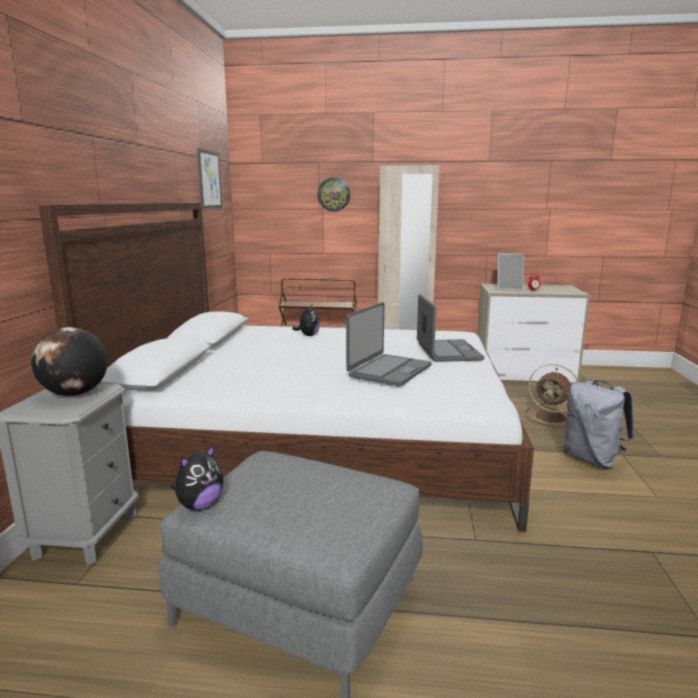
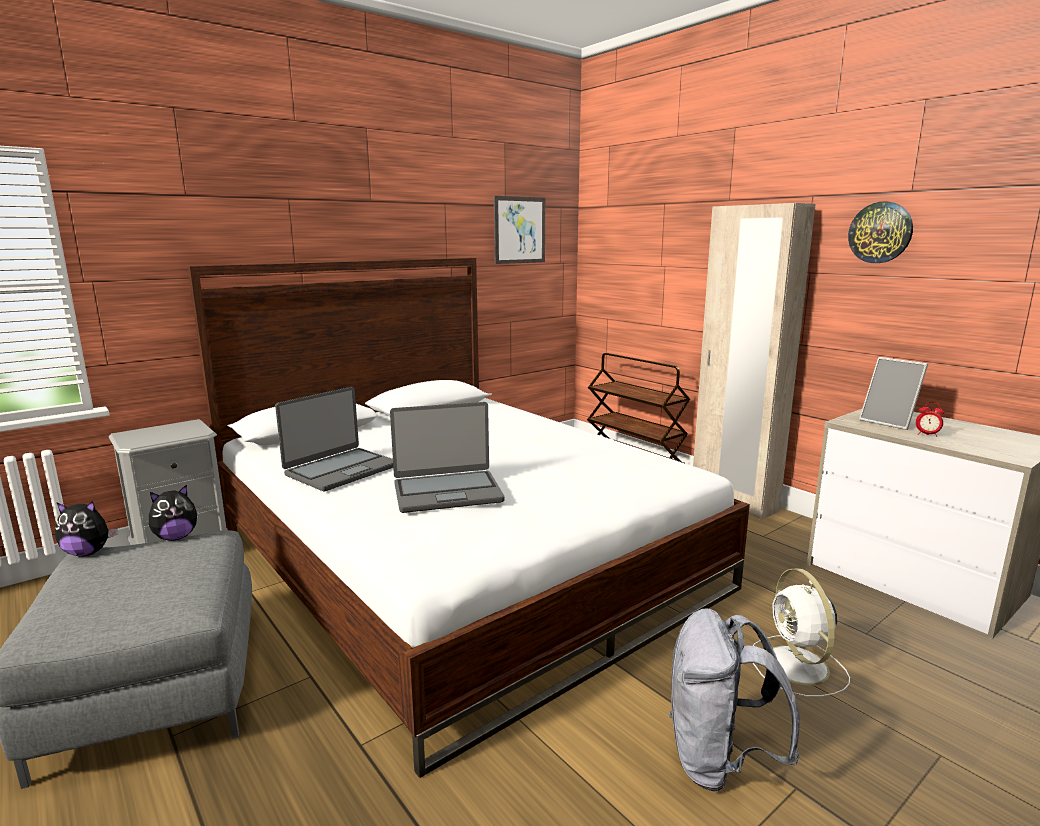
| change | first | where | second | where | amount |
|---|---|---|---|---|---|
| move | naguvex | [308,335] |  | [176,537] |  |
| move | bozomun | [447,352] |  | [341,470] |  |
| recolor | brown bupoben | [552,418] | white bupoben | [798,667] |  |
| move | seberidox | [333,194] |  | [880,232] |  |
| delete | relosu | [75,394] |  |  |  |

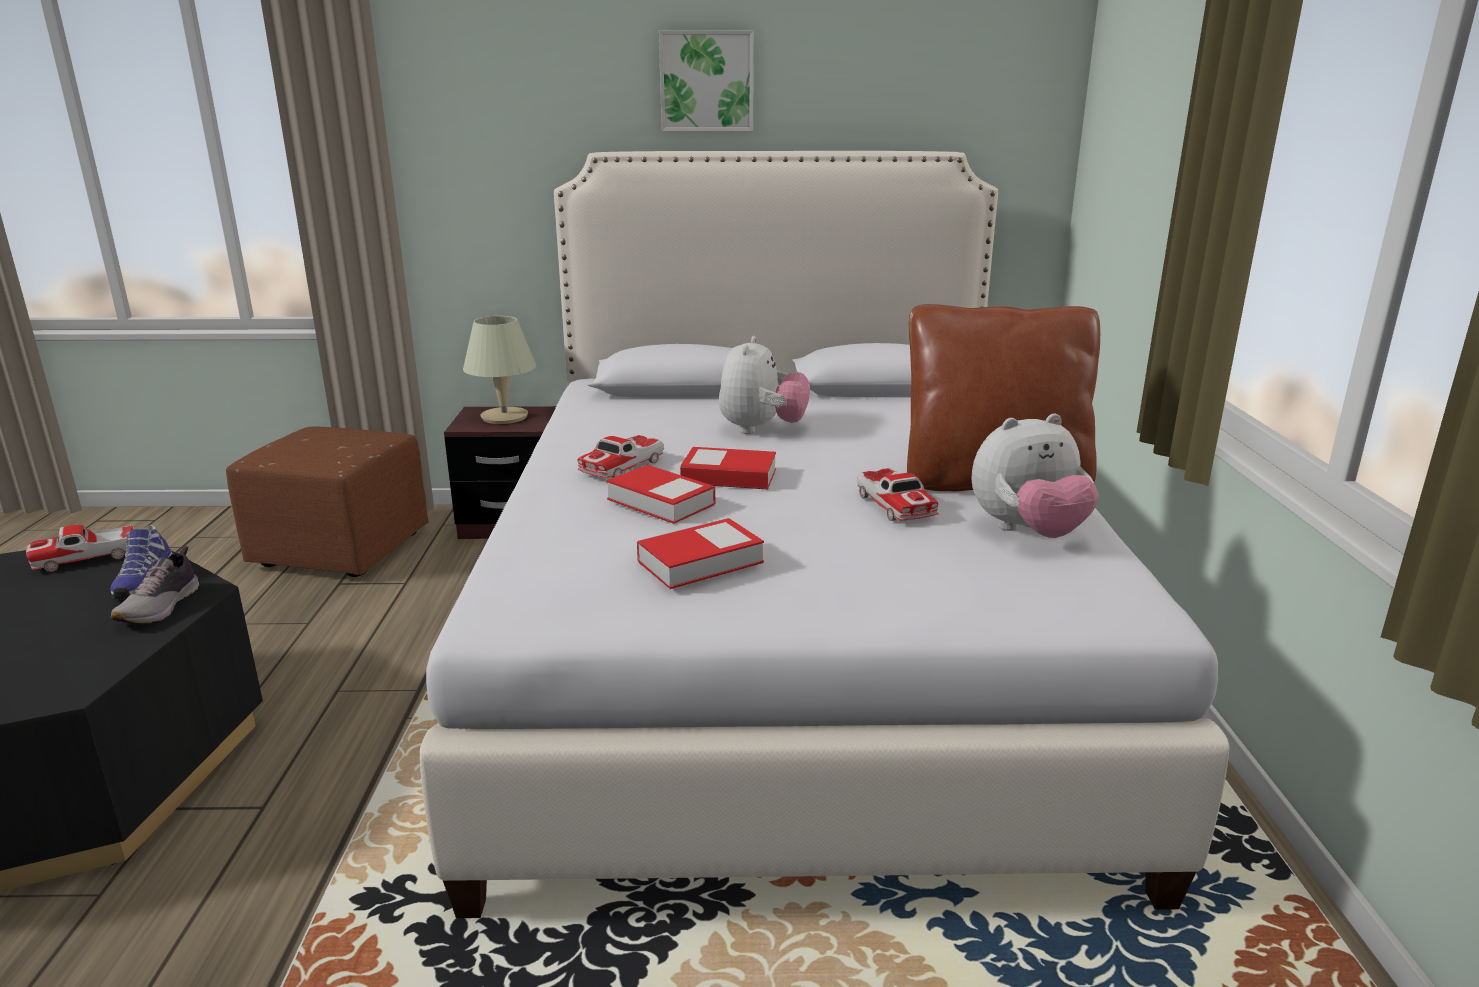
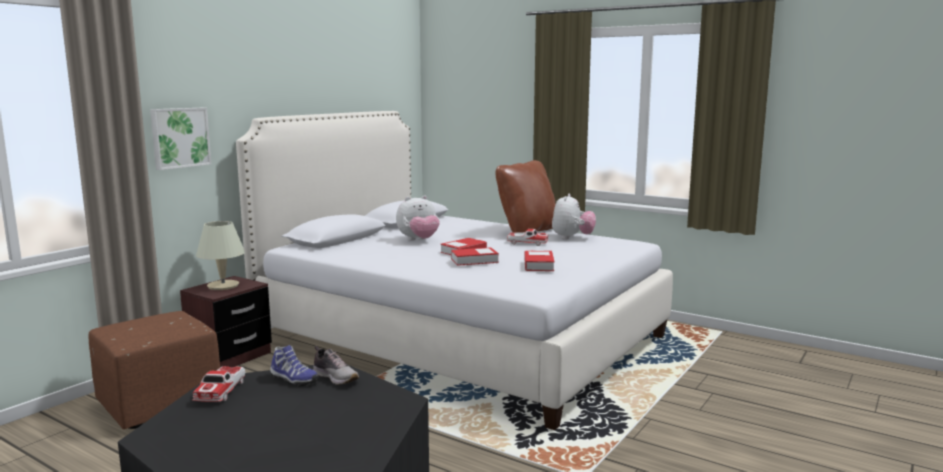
| change | first | where | second | where | amount |
|---|---|---|---|---|---|
| move | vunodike | [707,81] |  | [179,137] |  |
| rotate | naguvex | [761,429] |  | [418,240] | 105 degrees clockwise |
| delete | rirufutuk | [622,466] |  |  |  |

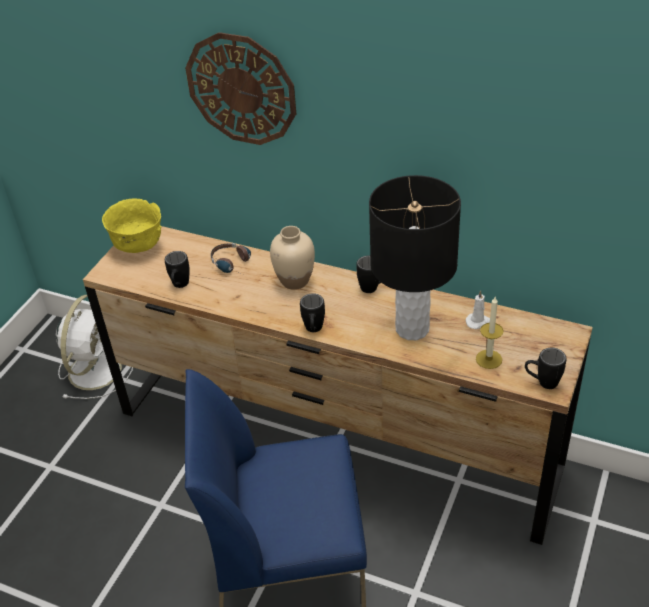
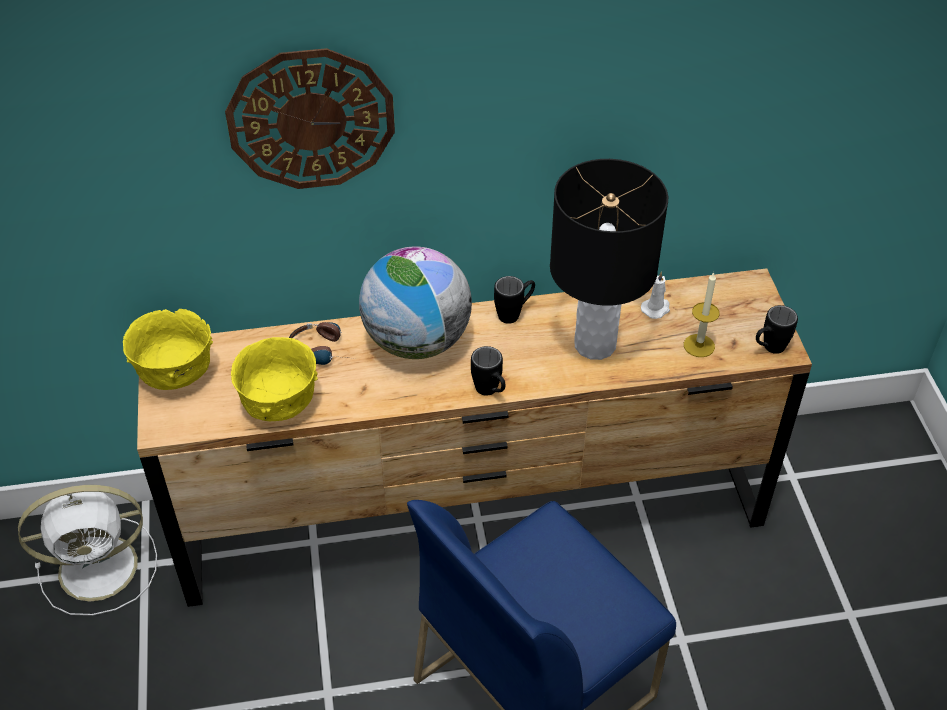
| change | first | where | second | where | amount |
|---|---|---|---|---|---|
| rotate | white bupoben | [96,368] |  | [102,566] | 90 degrees clockwise |
| replace | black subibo | [179,286] | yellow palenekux | [279,405] |  |
| replace | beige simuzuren | [295,281] | relosu | [417,341] |  |

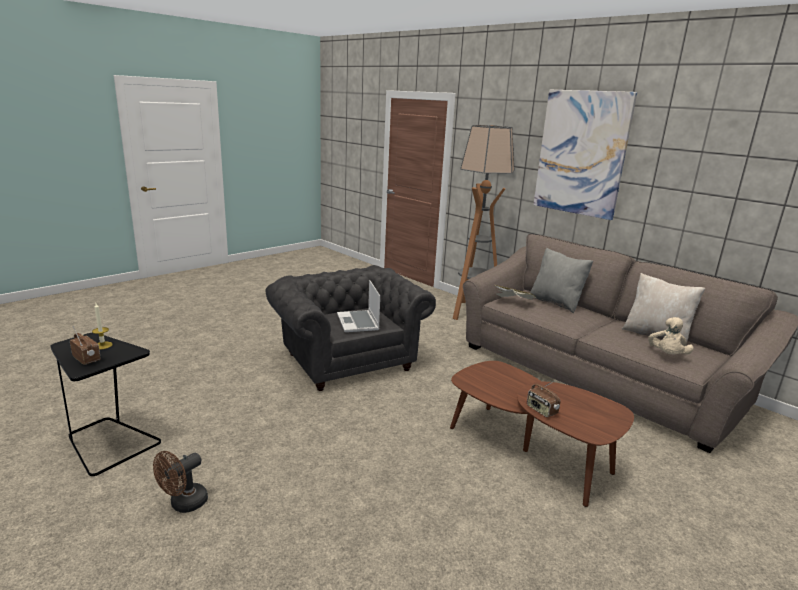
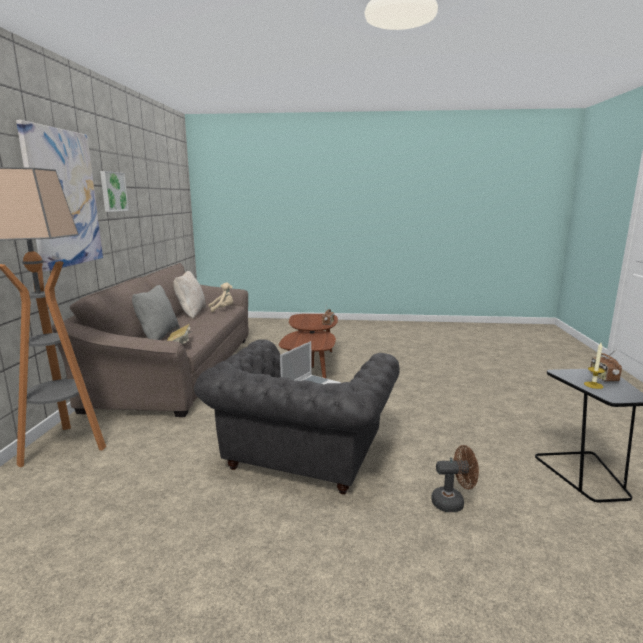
| change | first | where | second | where | amount |
|---|---|---|---|---|---|
| insert |  |  | vunodike | [112,191] |  |
| move | brown bupoben | [184,504] |  | [453,502] |  |

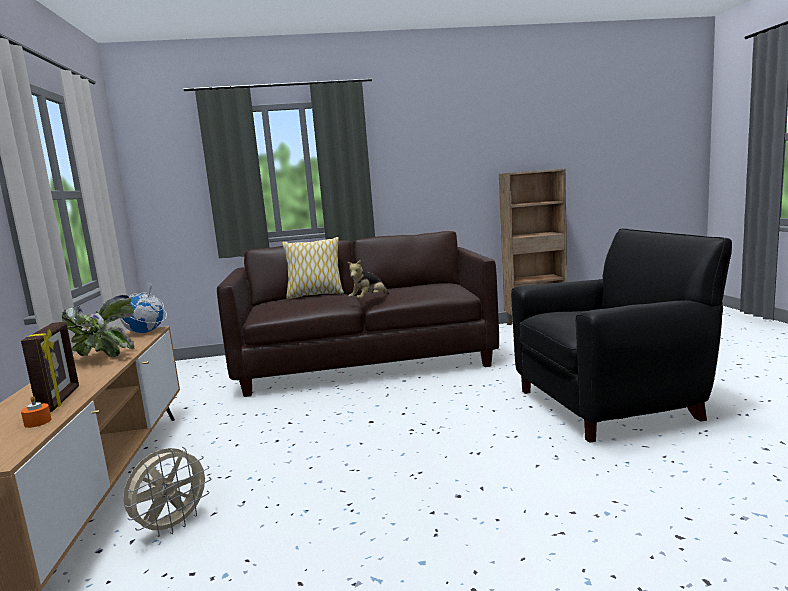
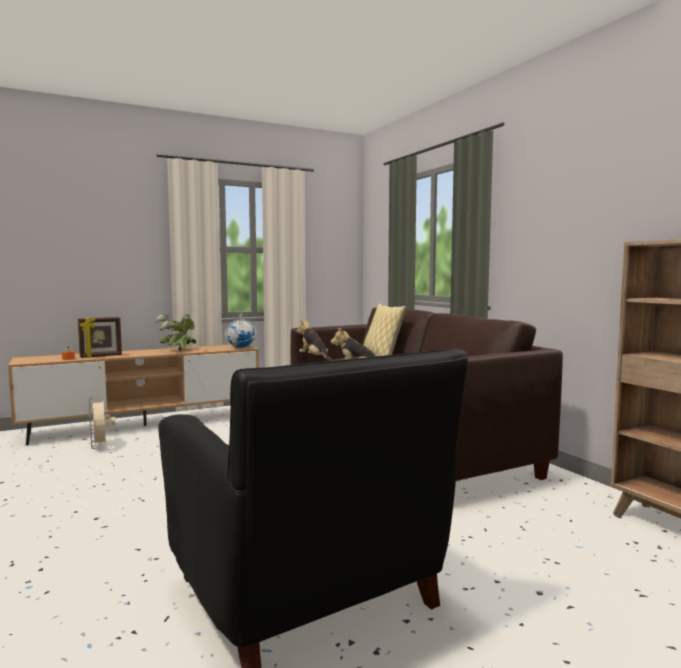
| change | first | where | second | where | amount |
|---|---|---|---|---|---|
| rotate | beige bupoben | [172,526] |  | [100,447] | 45 degrees clockwise |
| insert |  |  | naguvex | [314,358] |  |

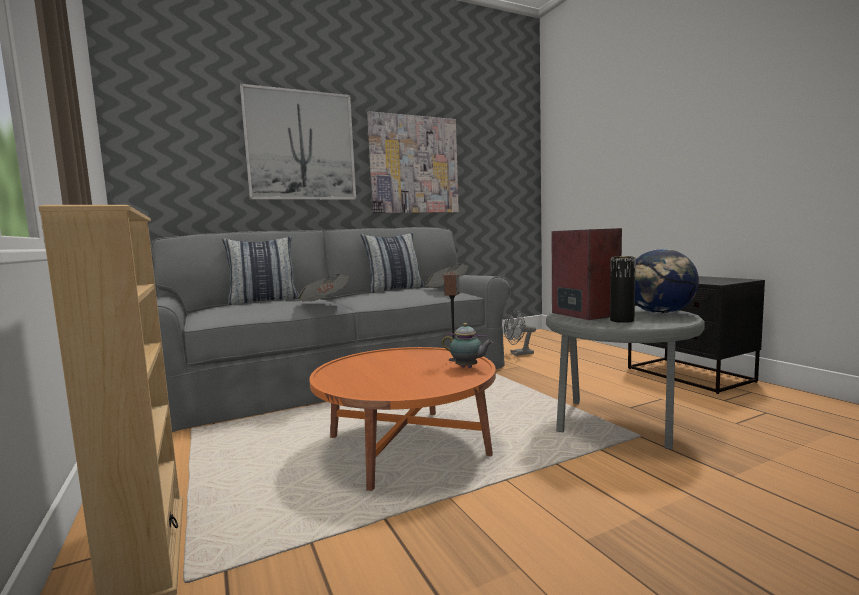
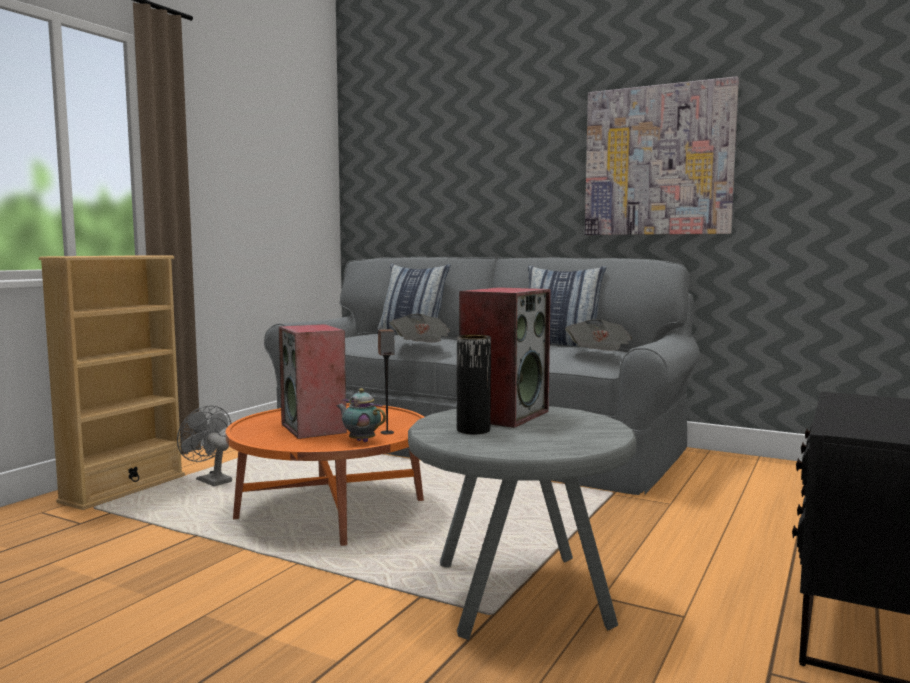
| change | first | where | second | where | amount |
|---|---|---|---|---|---|
| move | grey bupoben | [518,354] |  | [210,480] |  |
| insert |  |  | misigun | [314,428] |  |
| rotate | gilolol | [468,368] |  | [361,441] | 135 degrees clockwise |
| delete | vunodike | [301,146] |  |  |  |
| delete | relosu | [660,313] |  |  |  |

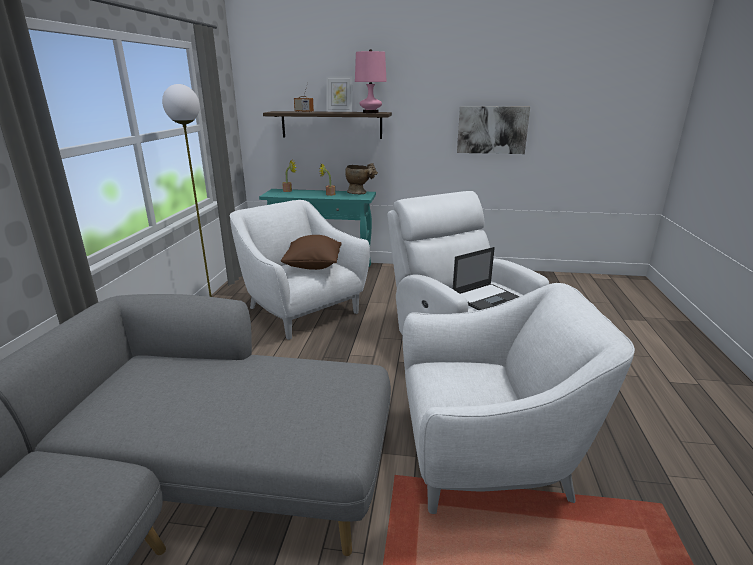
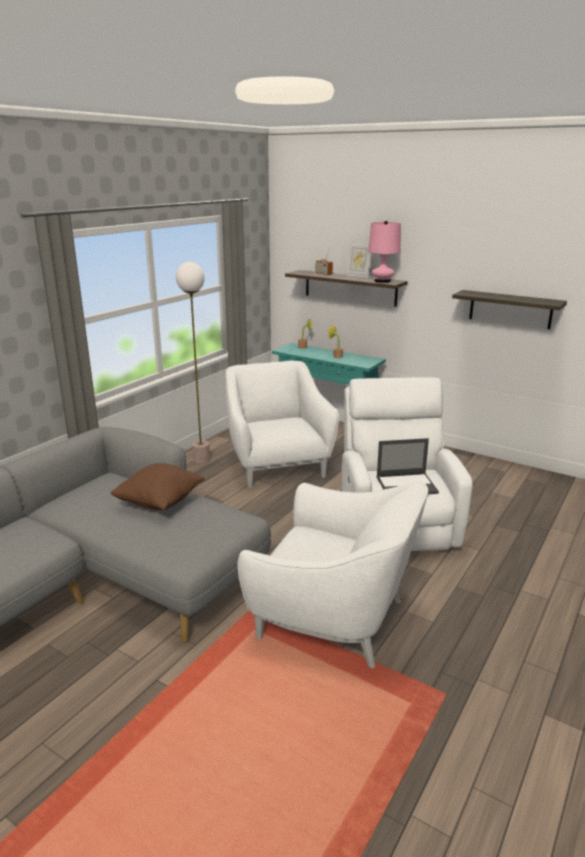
| change | first | where | second | where | amount |
|---|---|---|---|---|---|
| move | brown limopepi | [313,266] |  | [160,502] |  |
| replace | vunodike | [492,130] | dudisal | [510,309] |  |
| delete | beige simuzuren | [360,193] |  |  |  |

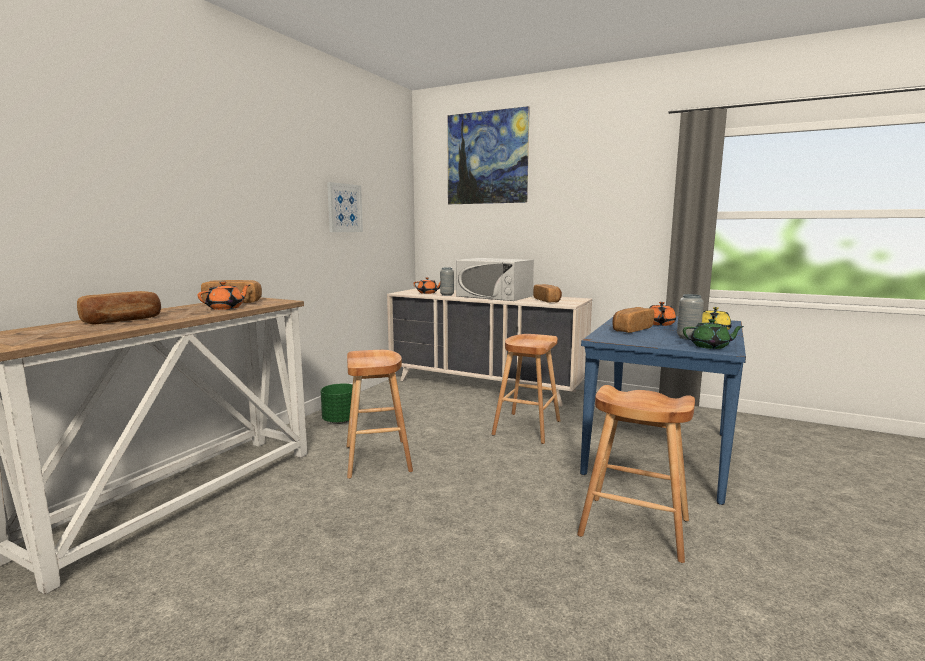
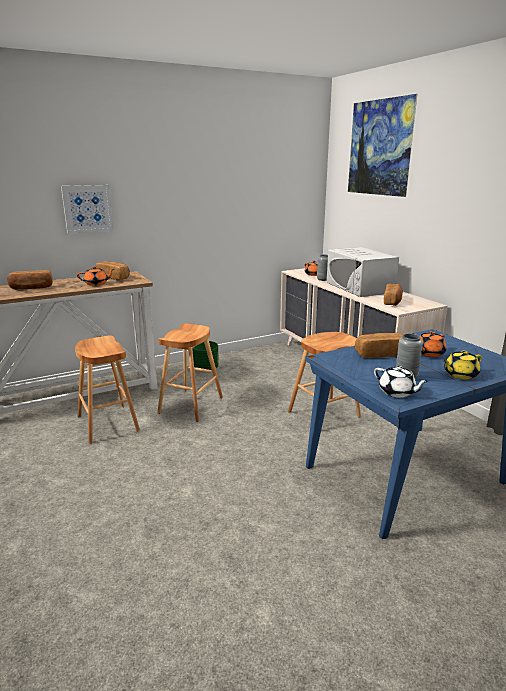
| change | first | where | second | where | amount |
|---|---|---|---|---|---|
| move | vunodike | [344,208] |  | [87,208] |  |
| move | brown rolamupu | [634,528] |  | [108,423] |  |
| recolor | green gilolol | [710,346] | white gilolol | [397,392] |  |

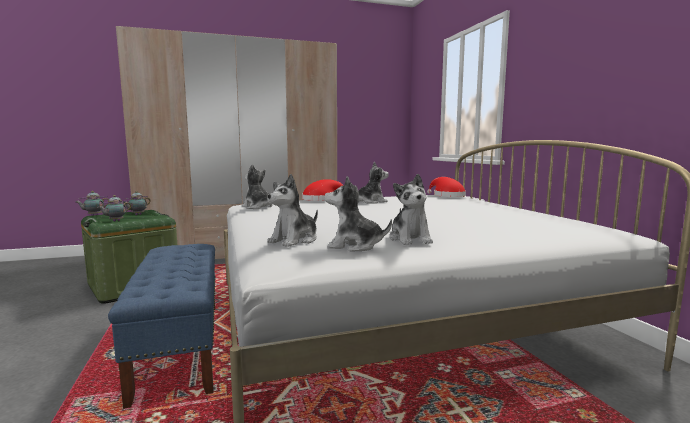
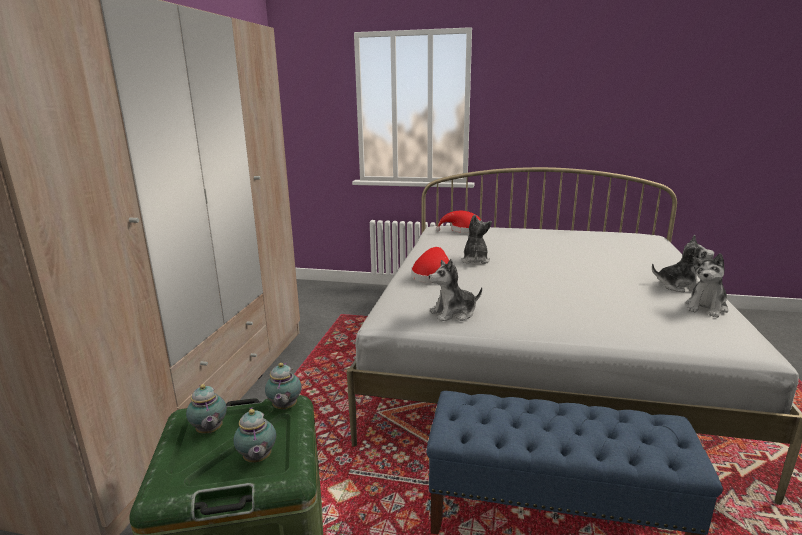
| change | first | where | second | where | amount |
|---|---|---|---|---|---|
| move | gilolol | [93,215] |  | [284,408] |  |
| delete | naguvex | [295,240] |  |  |  |

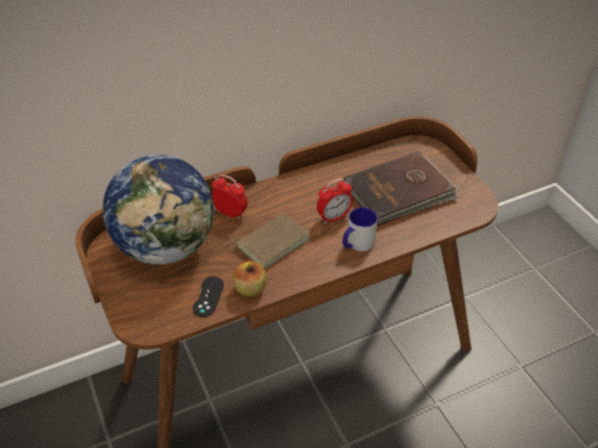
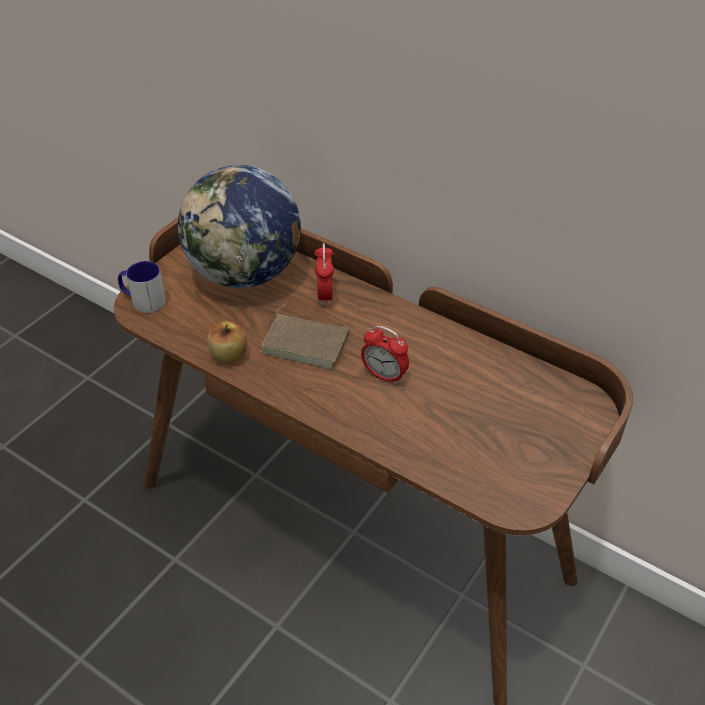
| change | first | where | second | where | amount |
|---|---|---|---|---|---|
| move | subibo | [357,244] |  | [143,301] |  |
| delete | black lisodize | [208,296] |  |  |  |
| delete | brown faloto | [400,192] |  |  |  |

